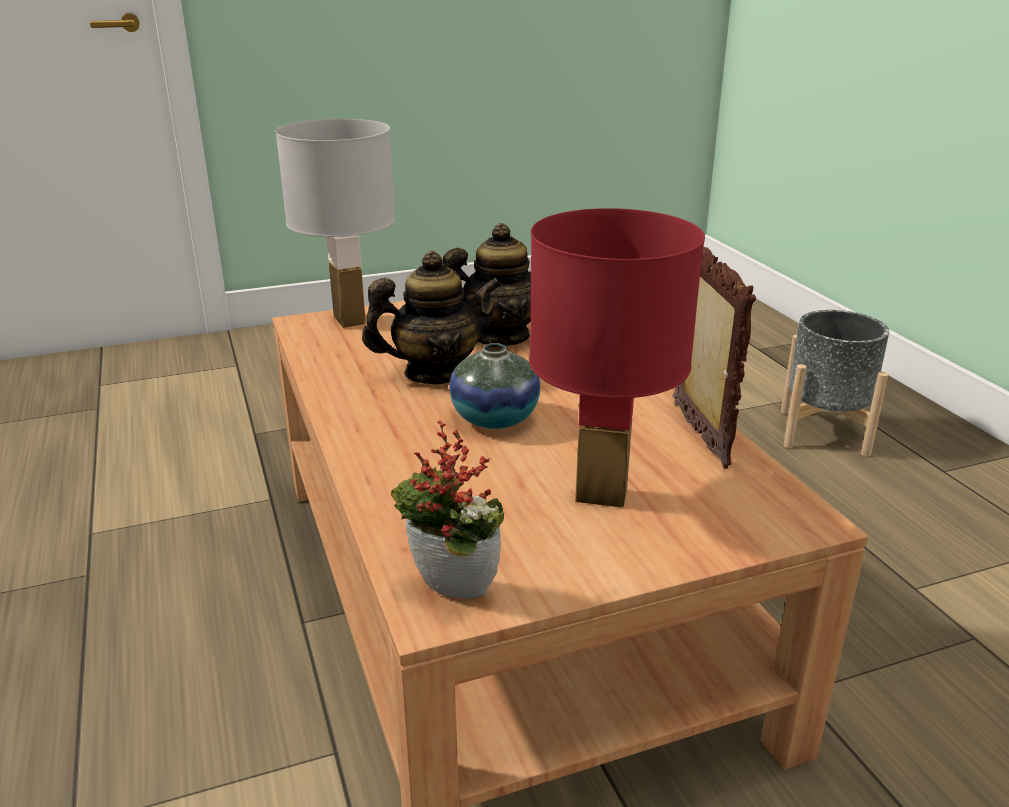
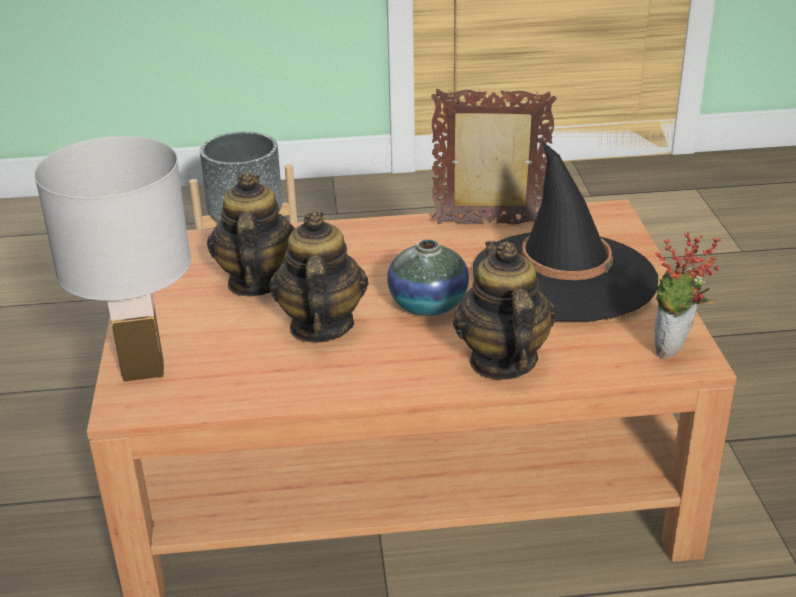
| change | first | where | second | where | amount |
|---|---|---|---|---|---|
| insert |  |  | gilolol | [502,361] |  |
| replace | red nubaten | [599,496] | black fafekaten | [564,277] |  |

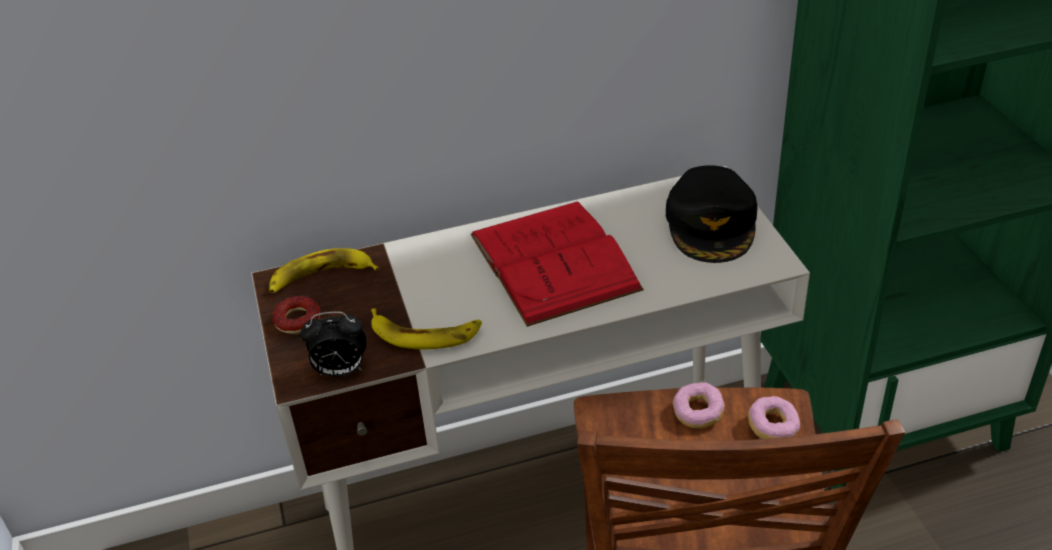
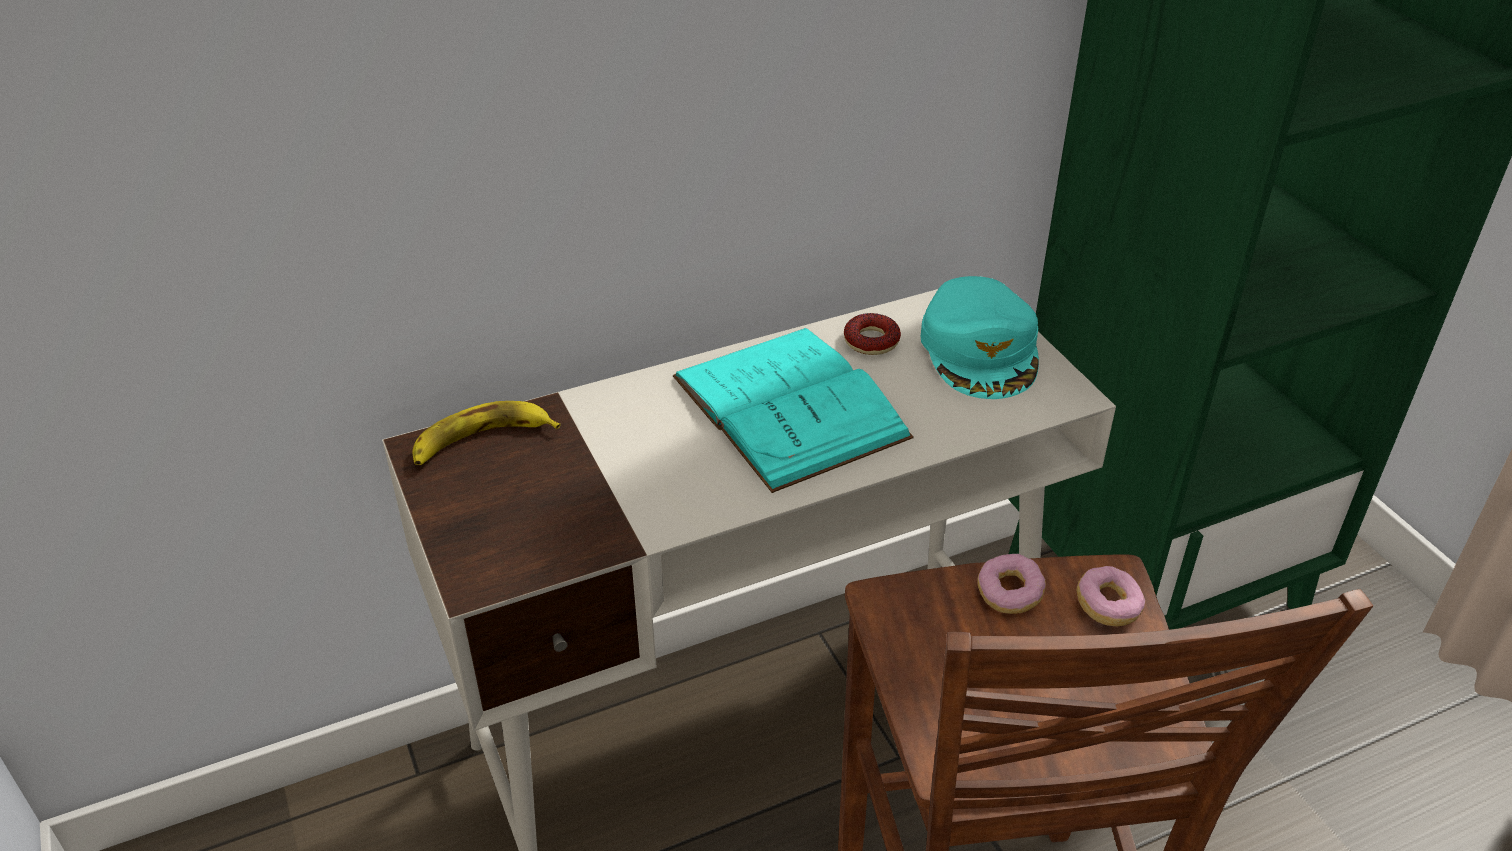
| change | first | where | second | where | amount |
|---|---|---|---|---|---|
| recolor | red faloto | [554,261] | turquoise faloto | [789,406] |  |
| move | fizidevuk | [297,320] |  | [871,341] |  |
| recolor | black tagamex | [712,223] | turquoise tagamex | [981,350] |  |
| delete | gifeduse | [340,371] |  |  |  |
| delete | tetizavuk | [425,334] |  |  |  |

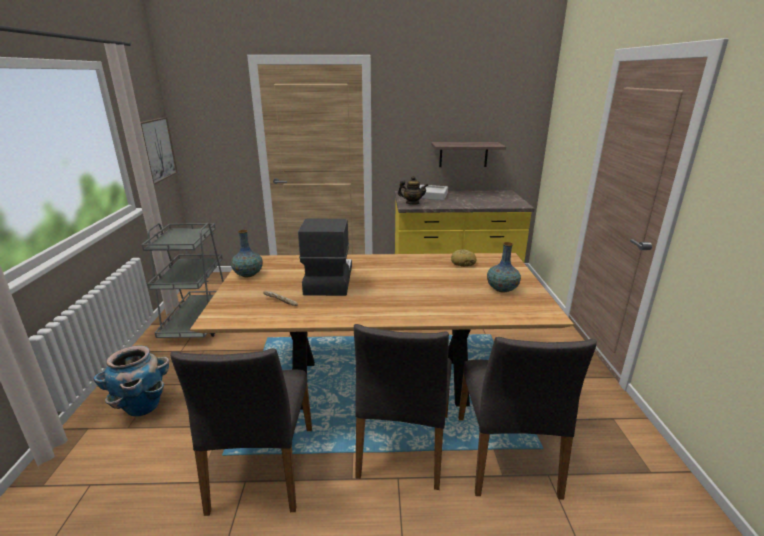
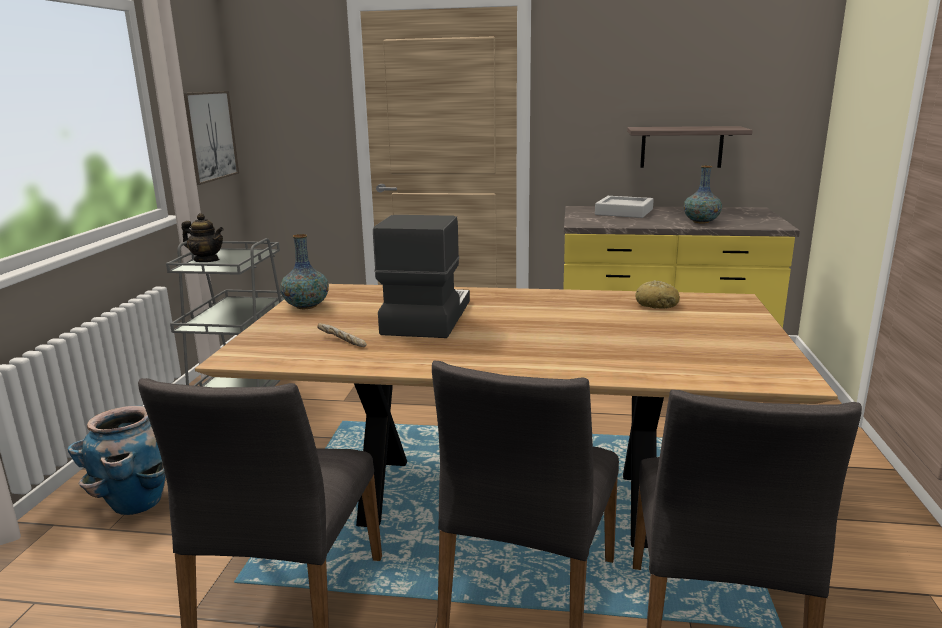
| change | first | where | second | where | amount |
|---|---|---|---|---|---|
| move | gilolol | [412,203] |  | [207,260] |  |
| move | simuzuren | [501,289] |  | [701,222] |  |

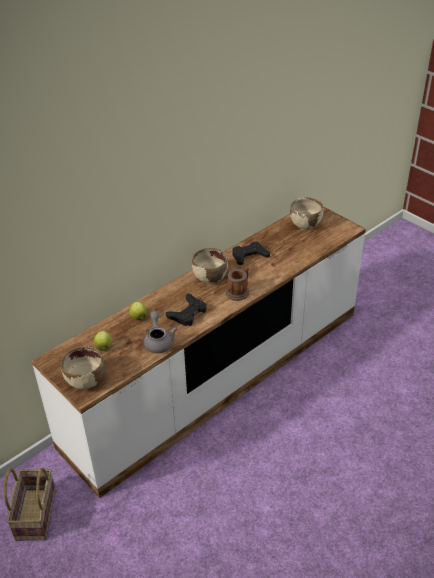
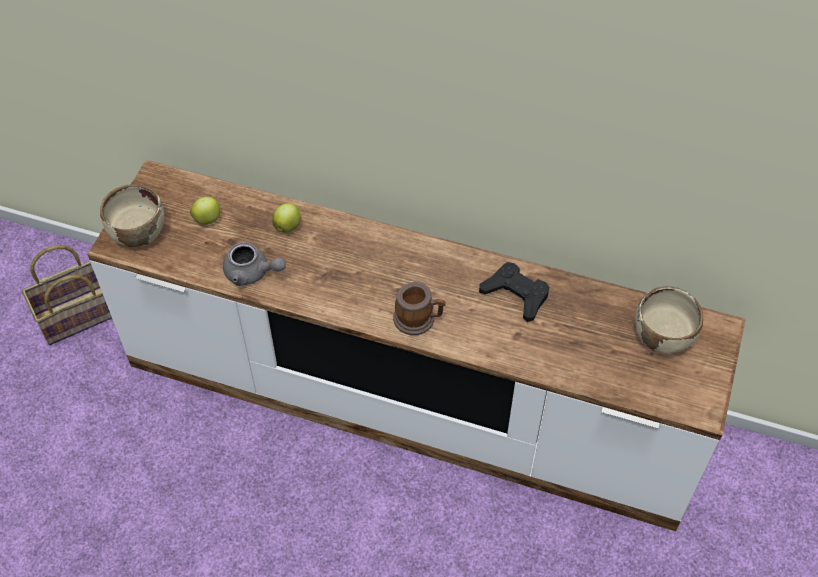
| change | first | where | second | where | amount |
|---|---|---|---|---|---|
| rotate | grey gilolol | [158,341] |  | [252,273] | 60 degrees clockwise |
| delete | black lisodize | [188,313] |  |  |  |
| delete | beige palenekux | [210,277] |  |  |  |

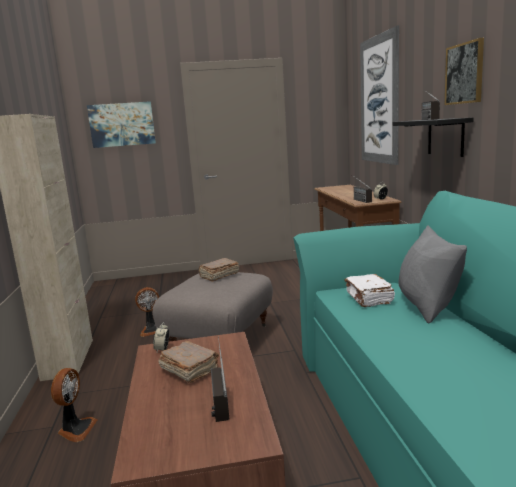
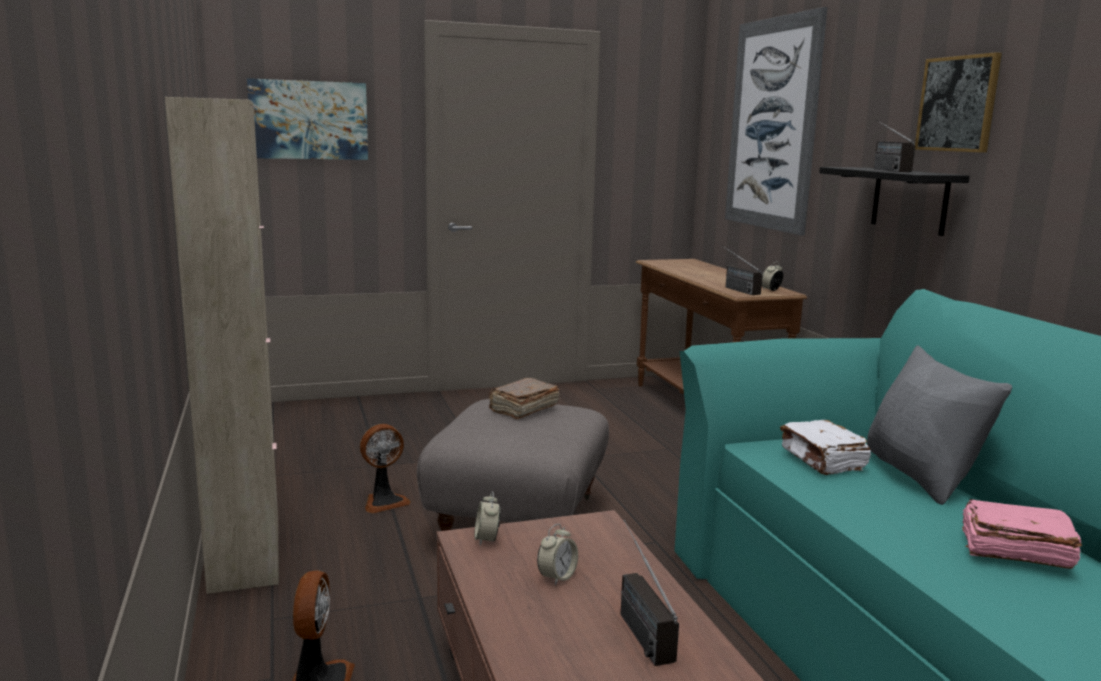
| change | first | where | second | where | amount |
|---|---|---|---|---|---|
| replace | brown faloto | [189,370] | gifeduse | [557,577] |  |
| insert |  |  | pink faloto | [1013,550] |  |

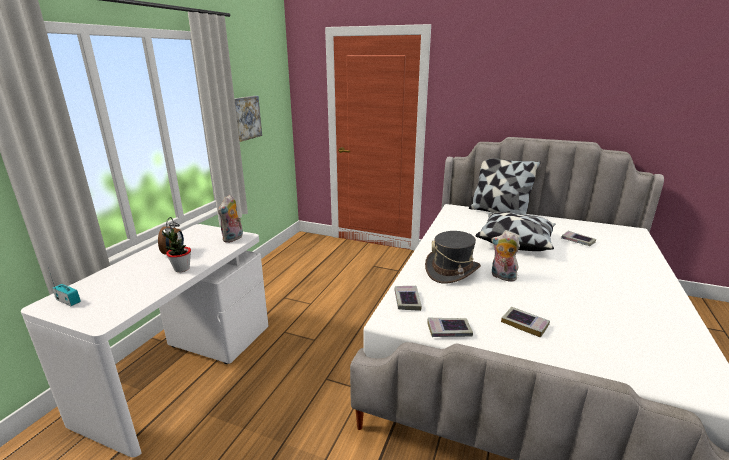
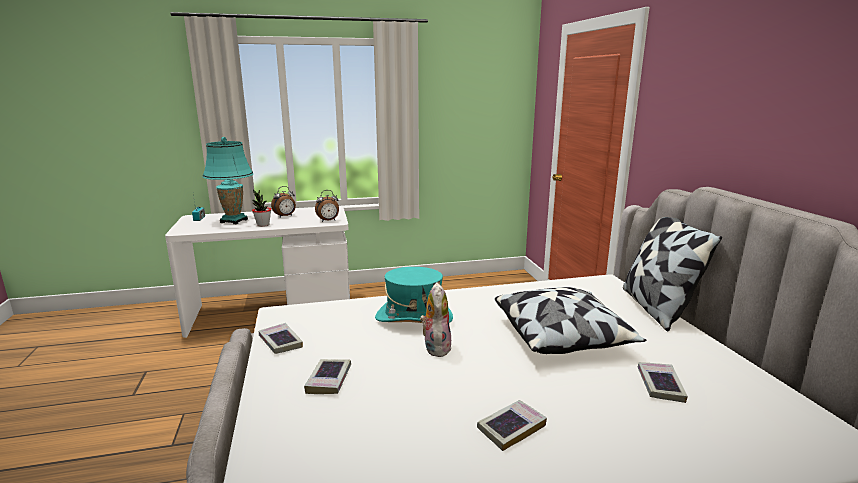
| change | first | where | second | where | amount |
|---|---|---|---|---|---|
| insert |  |  | turquoise nubaten | [234,221] |  |
| replace | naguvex | [233,239] | gifeduse | [328,221] |  |
| recolor | grey fafekaten | [452,271] | turquoise fafekaten | [413,317] |  |
| move | faloto | [407,300] |  | [511,428] |  |
| delete | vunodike | [244,118] |  |  |  |

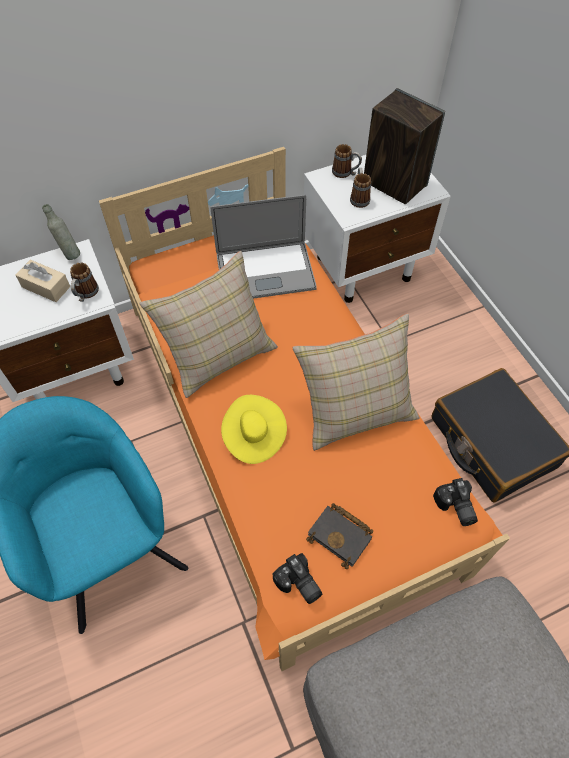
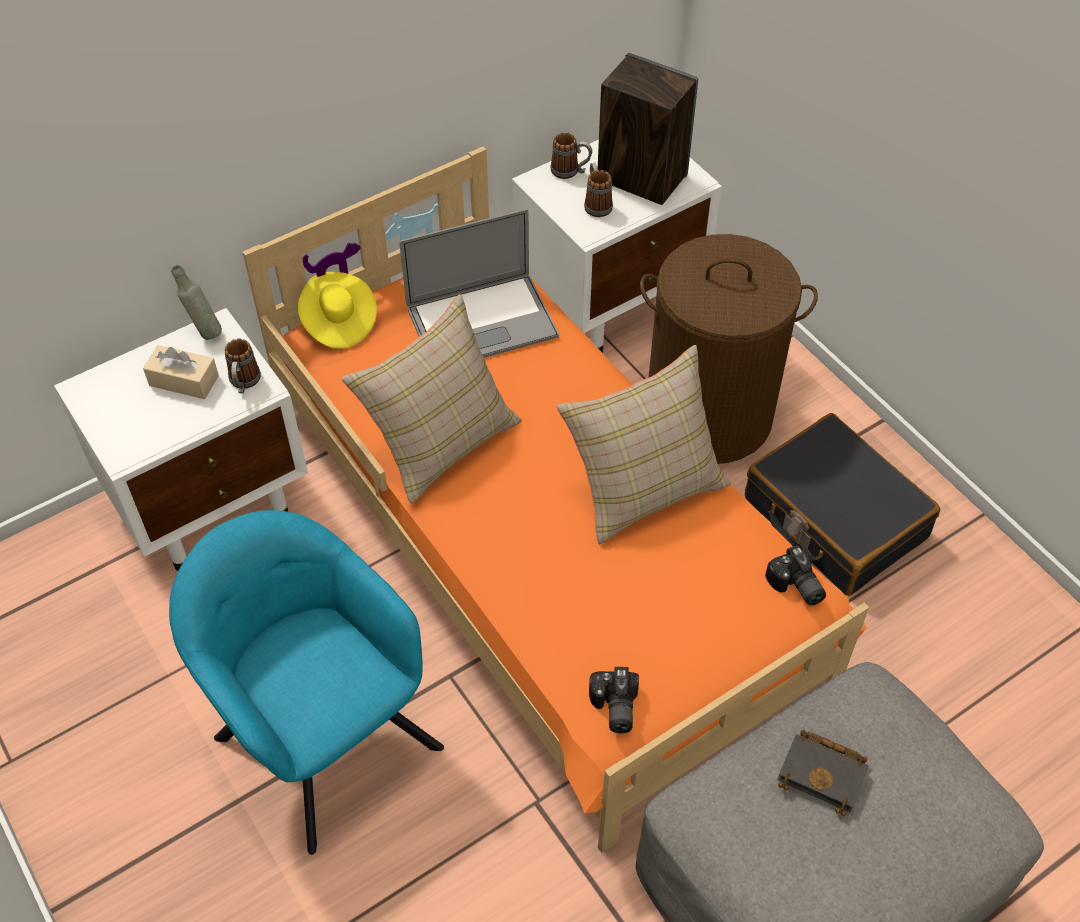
| change | first | where | second | where | amount |
|---|---|---|---|---|---|
| move | yellow fafekaten | [254,436] |  | [338,323] |  |
| rotate | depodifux | [298,585] |  | [613,708] | 45 degrees clockwise |
| insert |  |  | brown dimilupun | [709,415] |  |
| move | black faloto | [342,536] |  | [824,773] |  |

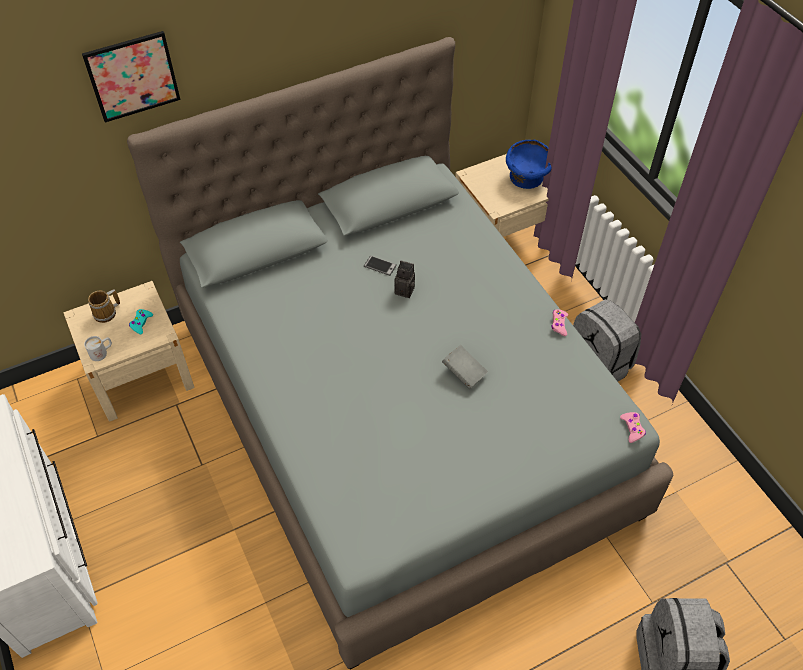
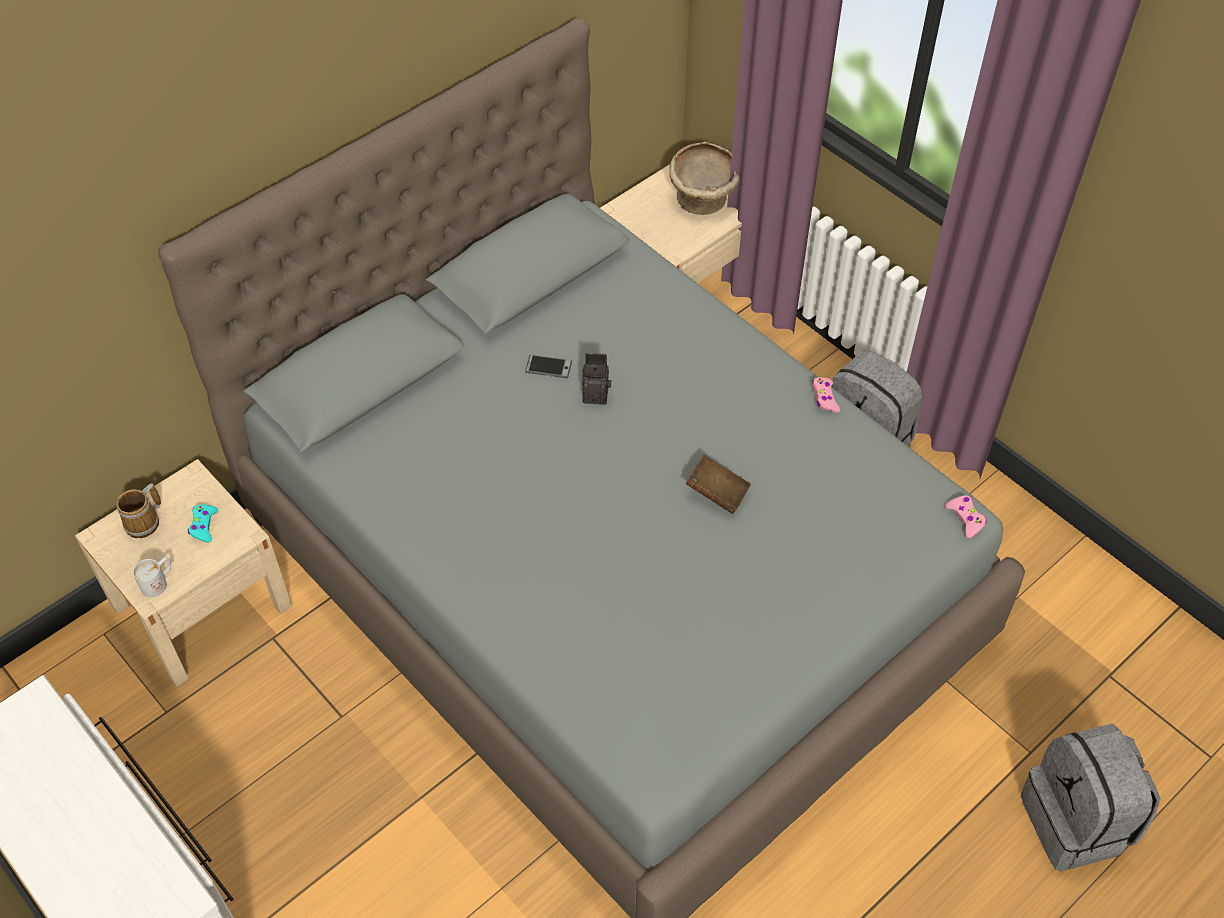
| change | first | where | second | where | amount |
|---|---|---|---|---|---|
| recolor | blue palenekux | [527,179] | beige palenekux | [703,200] |  |
| recolor | grey faloto | [464,373] | brown faloto | [717,493] |  |
| delete | vunodike | [132,76] |  |  |  |

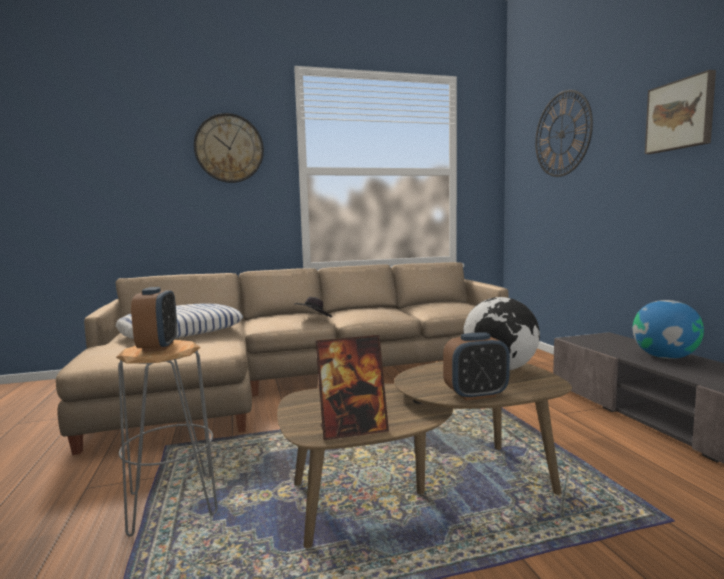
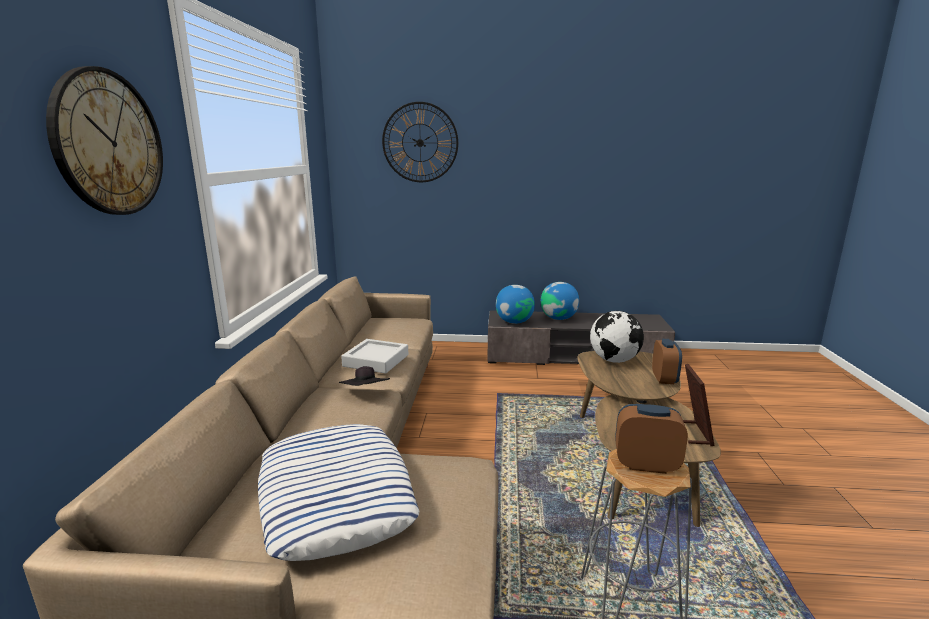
| change | first | where | second | where | amount |
|---|---|---|---|---|---|
| insert |  |  | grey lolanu | [376,360] |  |
| insert |  |  | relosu | [514,322] |  |
| delete | vunodike | [680,115] |  |  |  |

